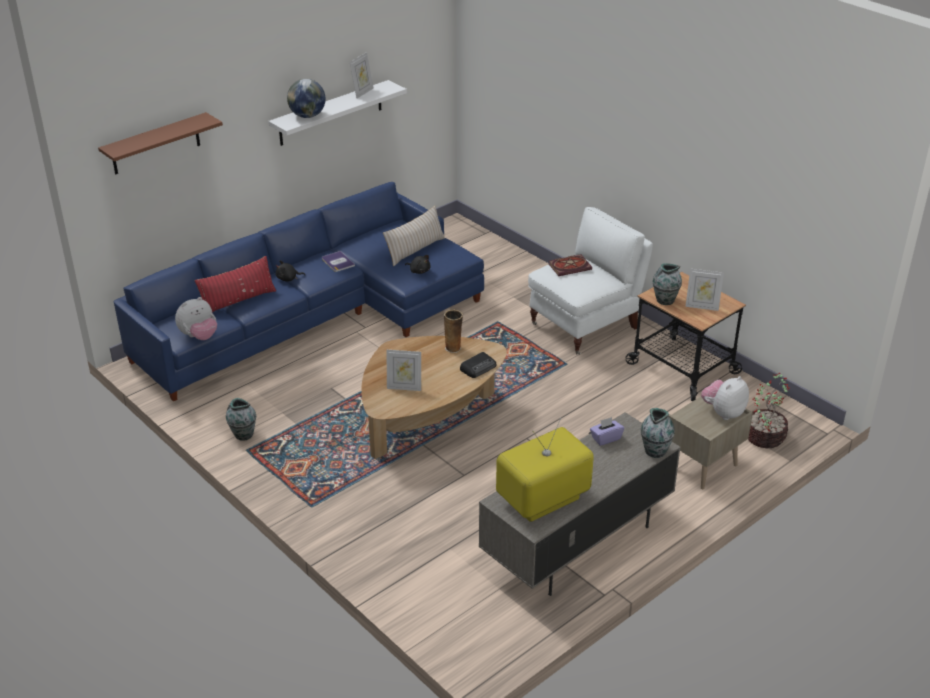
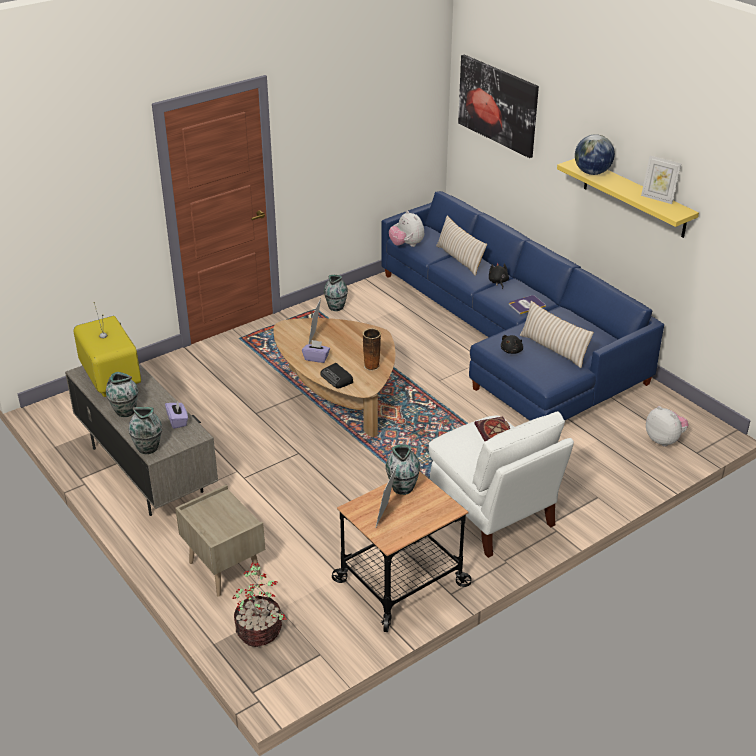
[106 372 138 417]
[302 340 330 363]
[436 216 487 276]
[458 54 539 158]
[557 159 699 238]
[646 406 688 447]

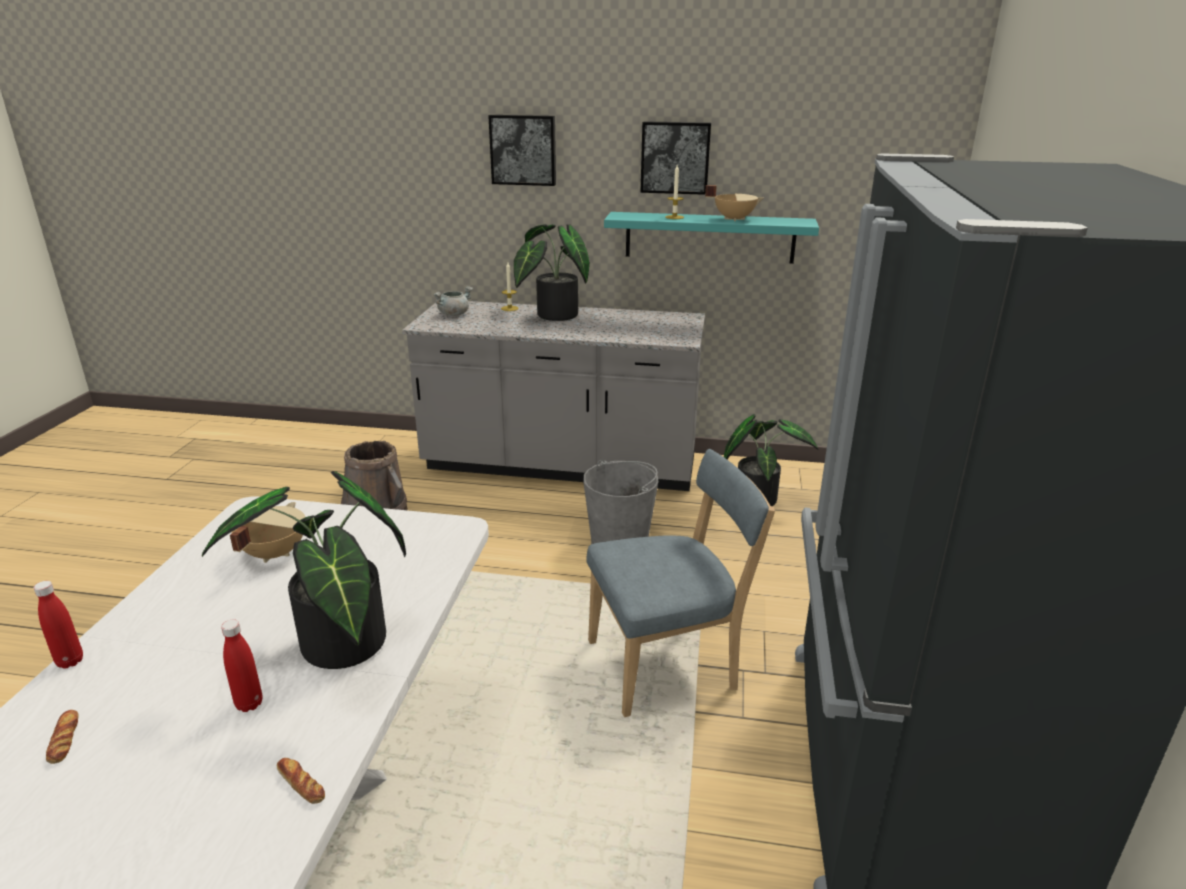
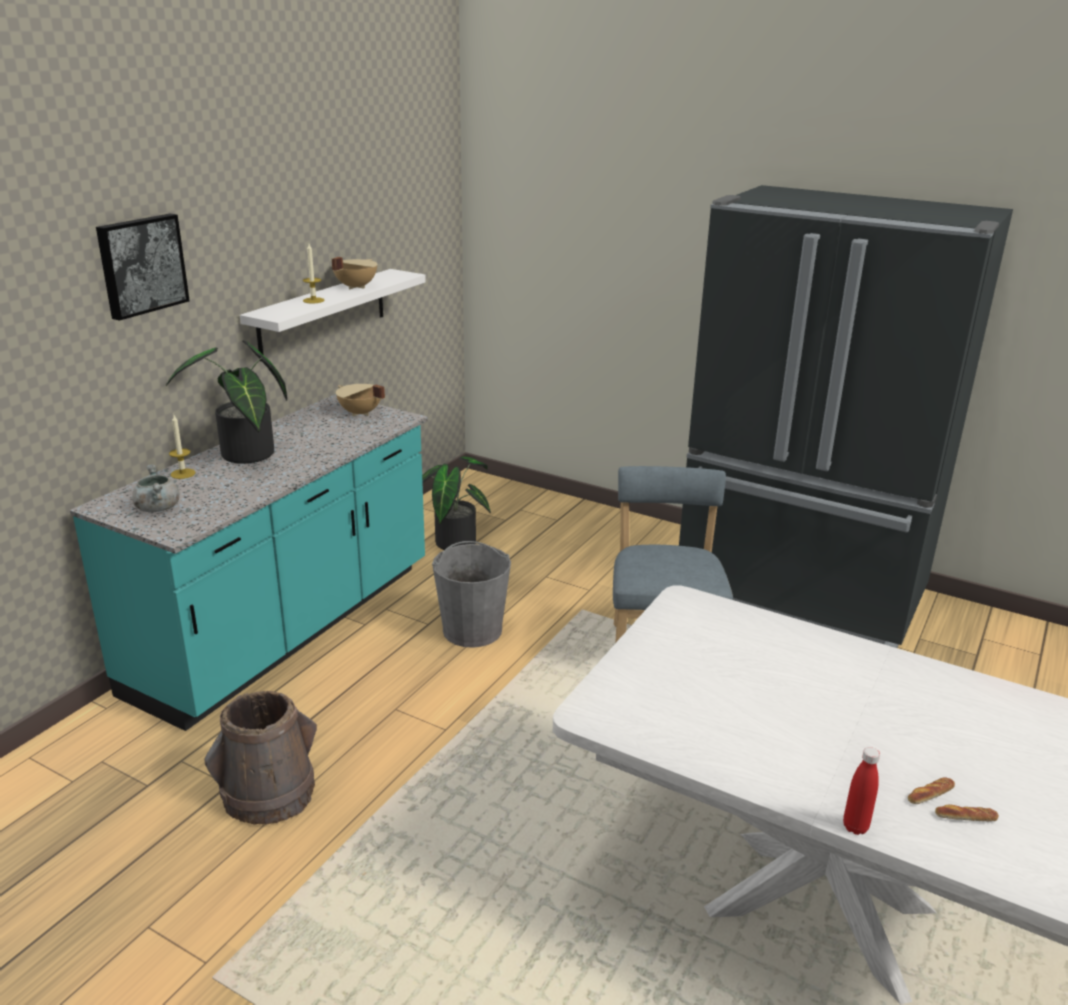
[70 394 428 731]
[240 269 426 361]
[336 384 385 416]
[908 777 955 804]
[202 471 406 669] (first image)
[221 619 263 712] (first image)
[640 121 711 195] (first image)

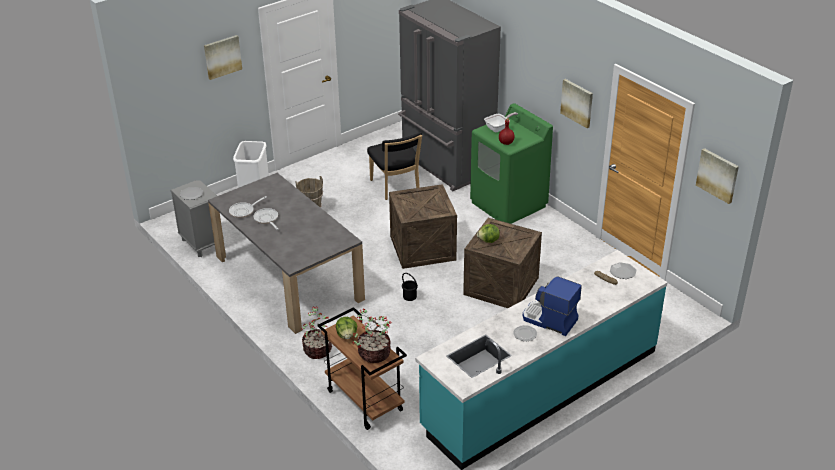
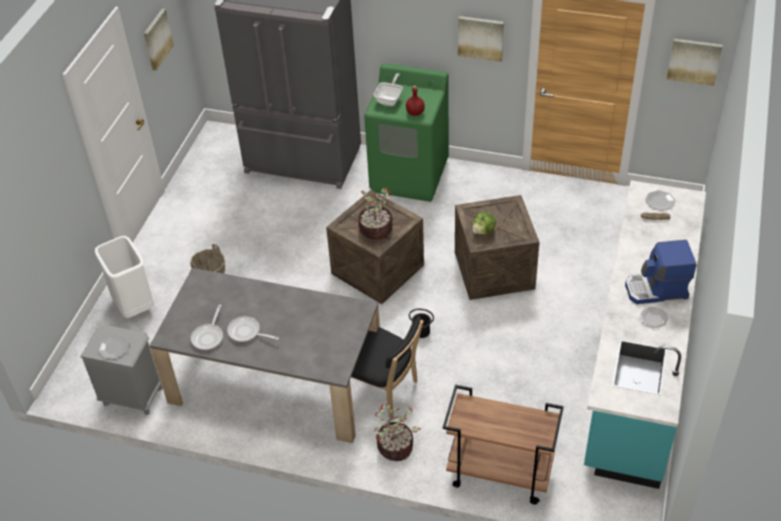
[144 8 174 71]
[351 316 424 418]
[358 187 393 240]
[336 317 357 339] (first image)

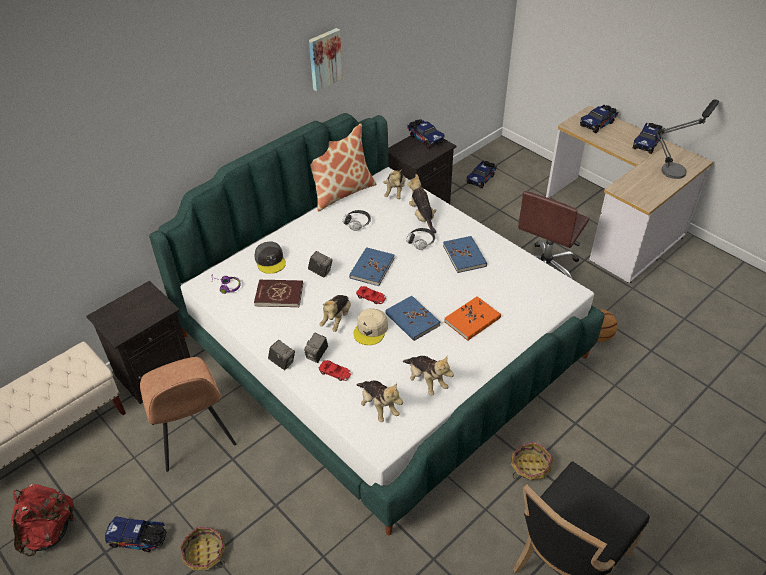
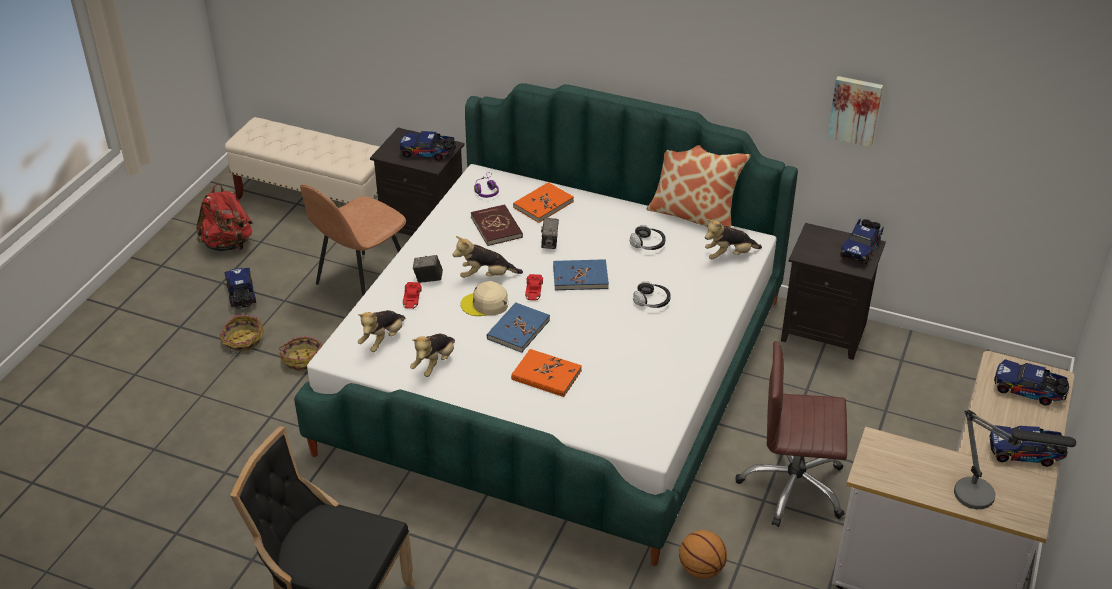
[279 336 323 371]
[400 131 456 161]
[513 182 574 223]
[827 76 883 147]
[268 340 295 370] (first image)
[407 174 436 233] (first image)
[443 236 487 273] (first image)

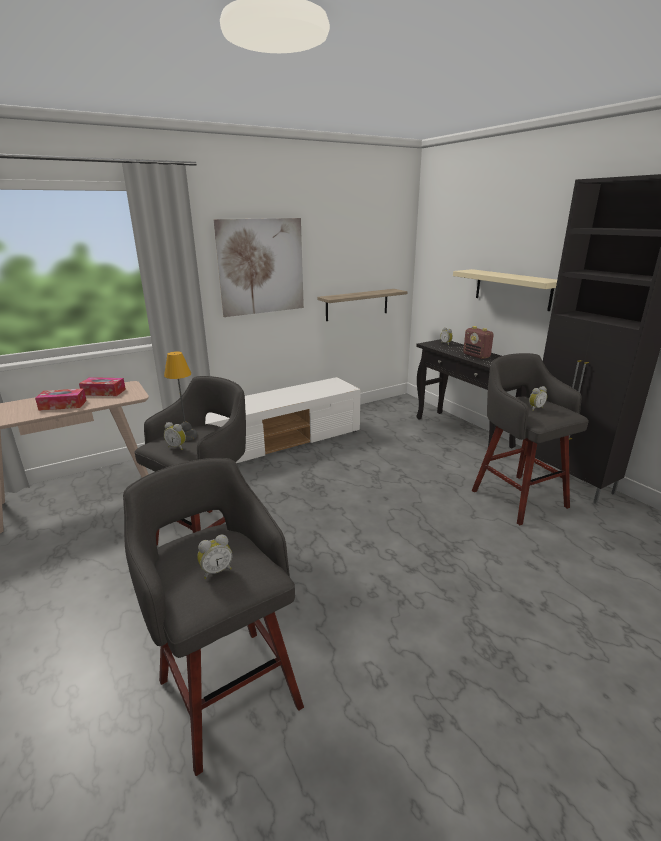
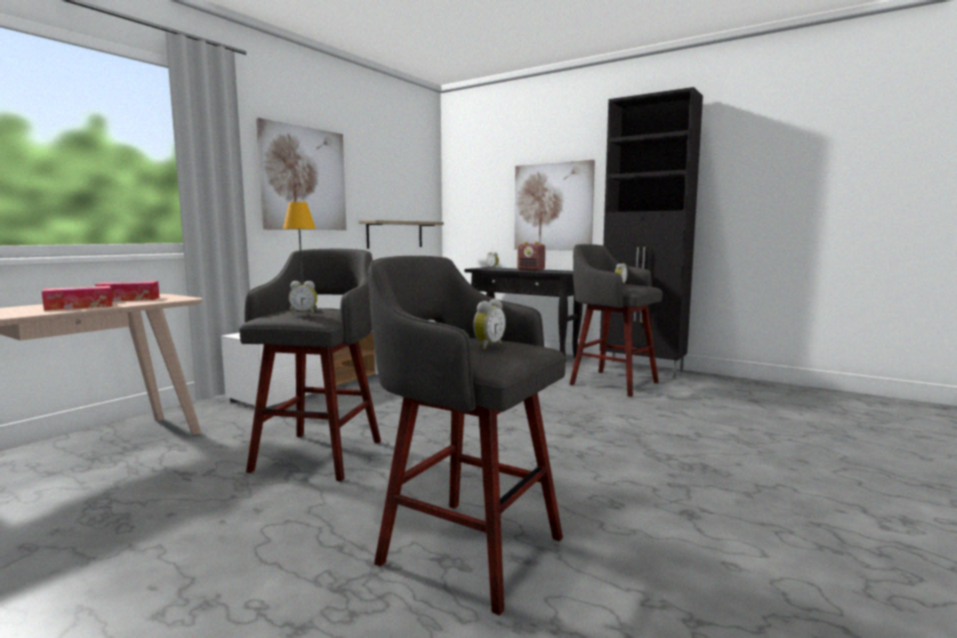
[514 160 595 251]

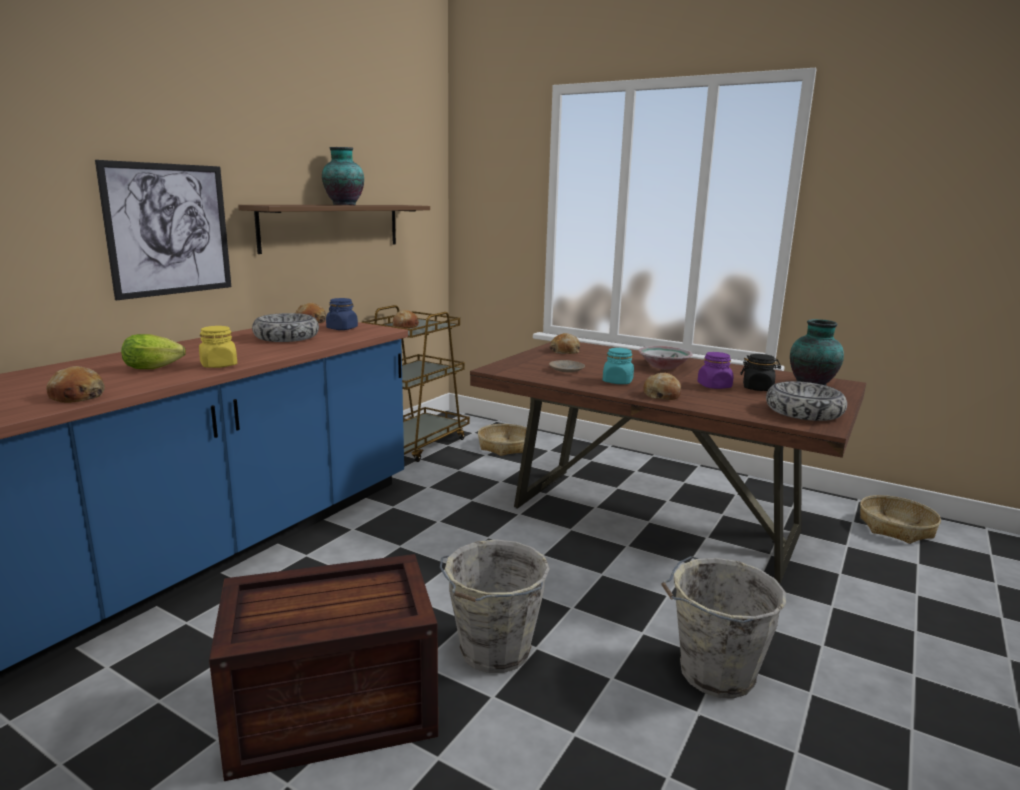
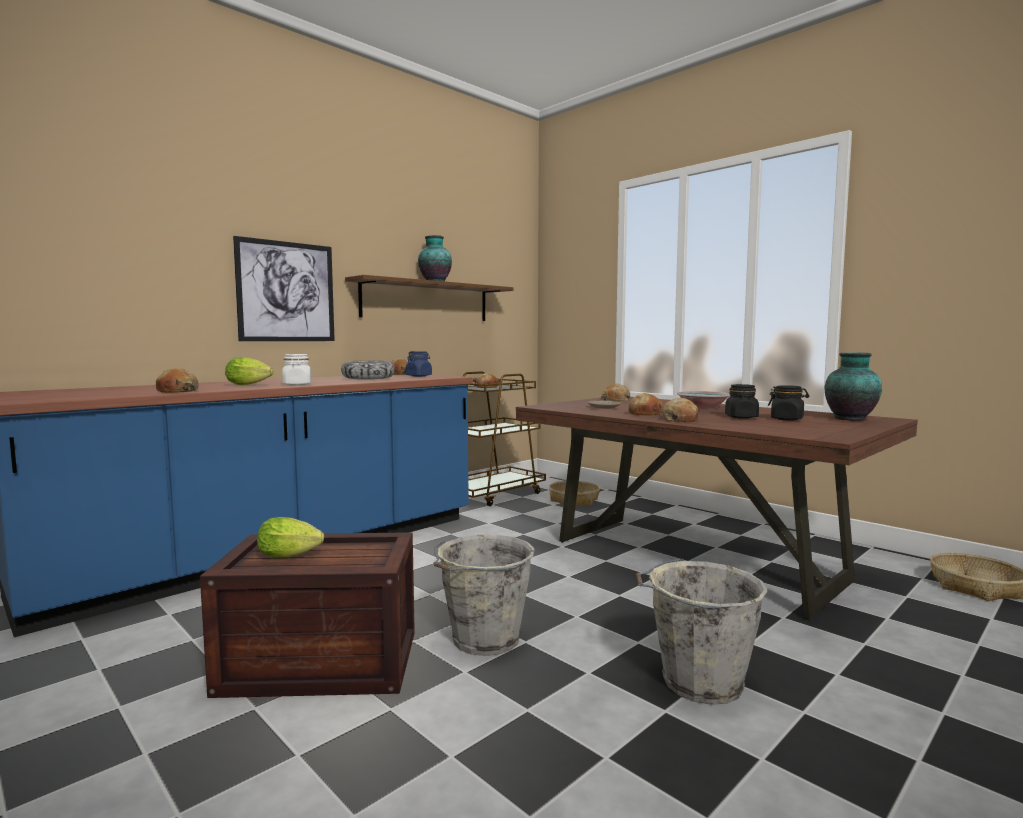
[257 517 324 558]
[282 354 311 386]
[628 393 664 415]
[725 384 759 419]
[766 381 847 421] (first image)

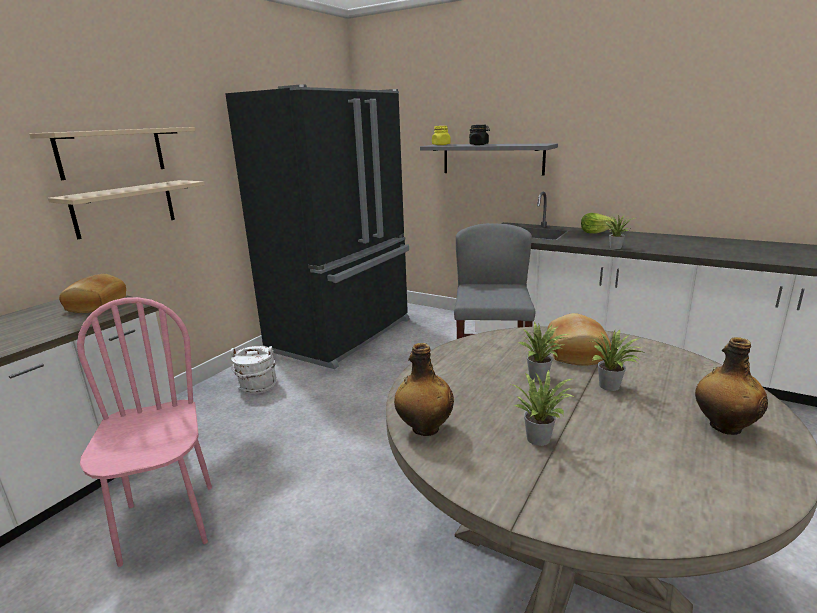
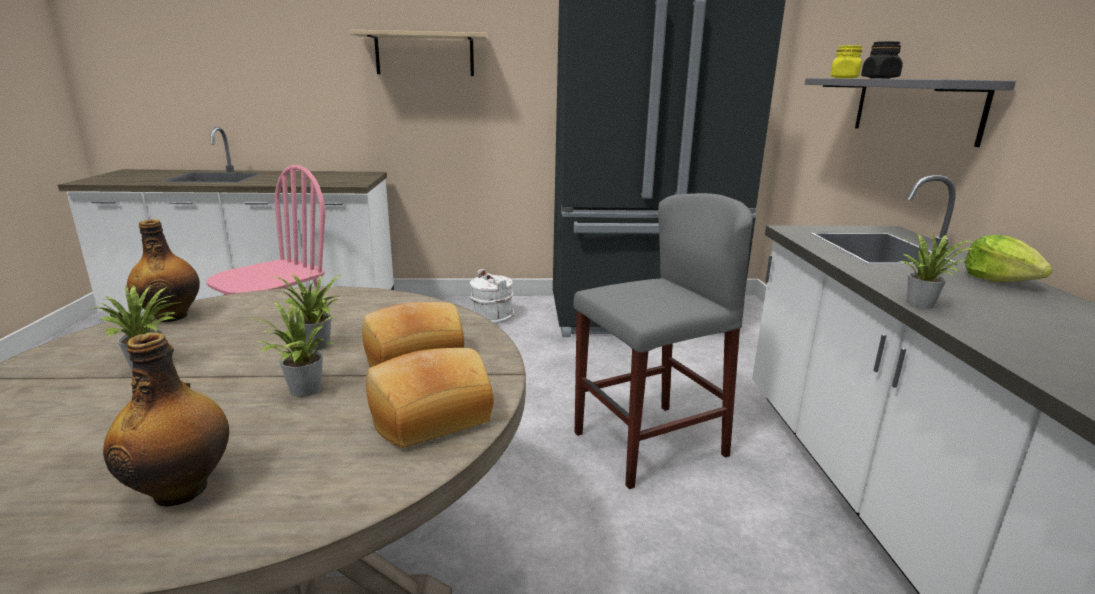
[366 348 494 448]
[48 180 205 239] (first image)

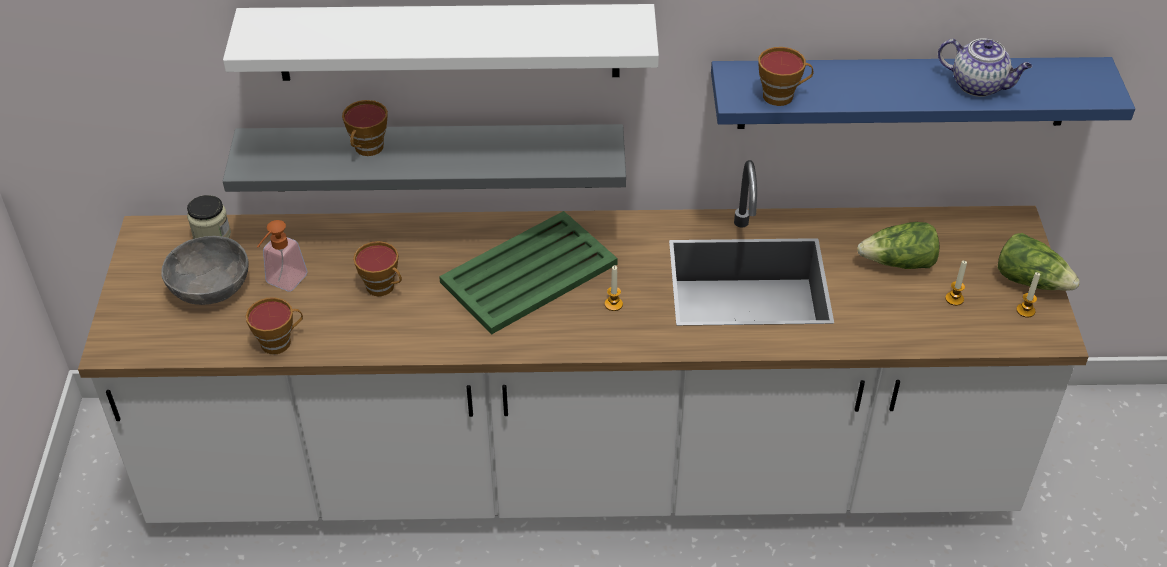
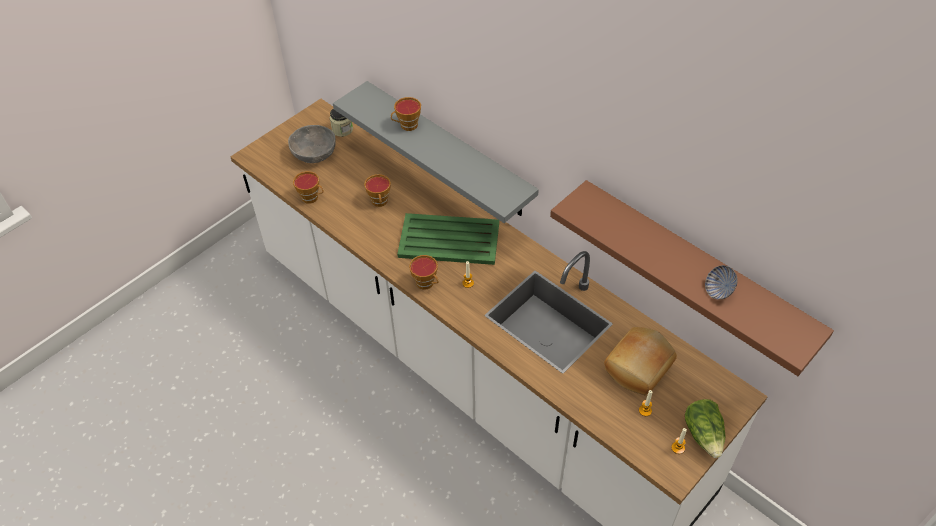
[409 255 439 290]
[550 180 834 376]
[604 327 677 396]
[705 265 737 300]
[223 4 659 81] (first image)
[257 220 308 292] (first image)

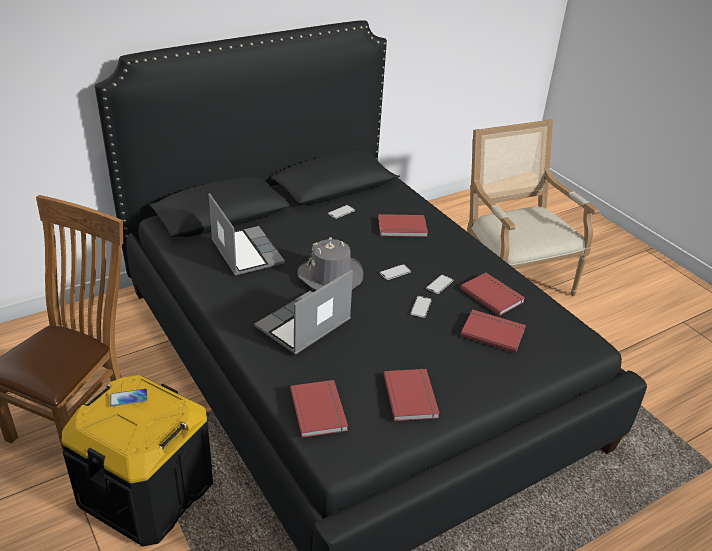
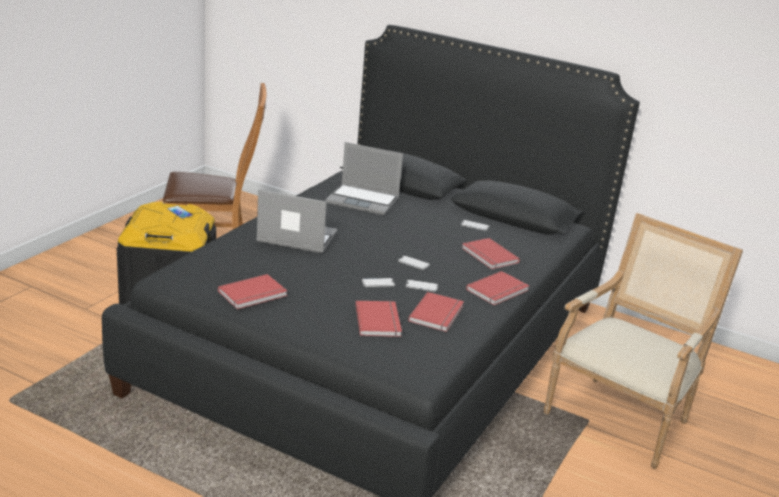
[326 142 403 215]
[466 271 529 305]
[297 237 363 290] (first image)

